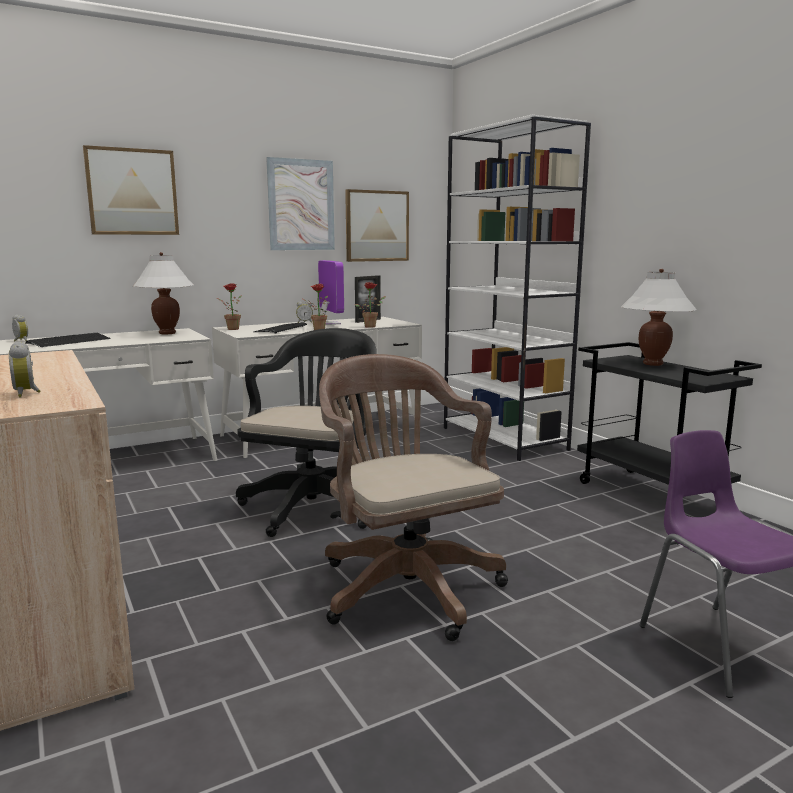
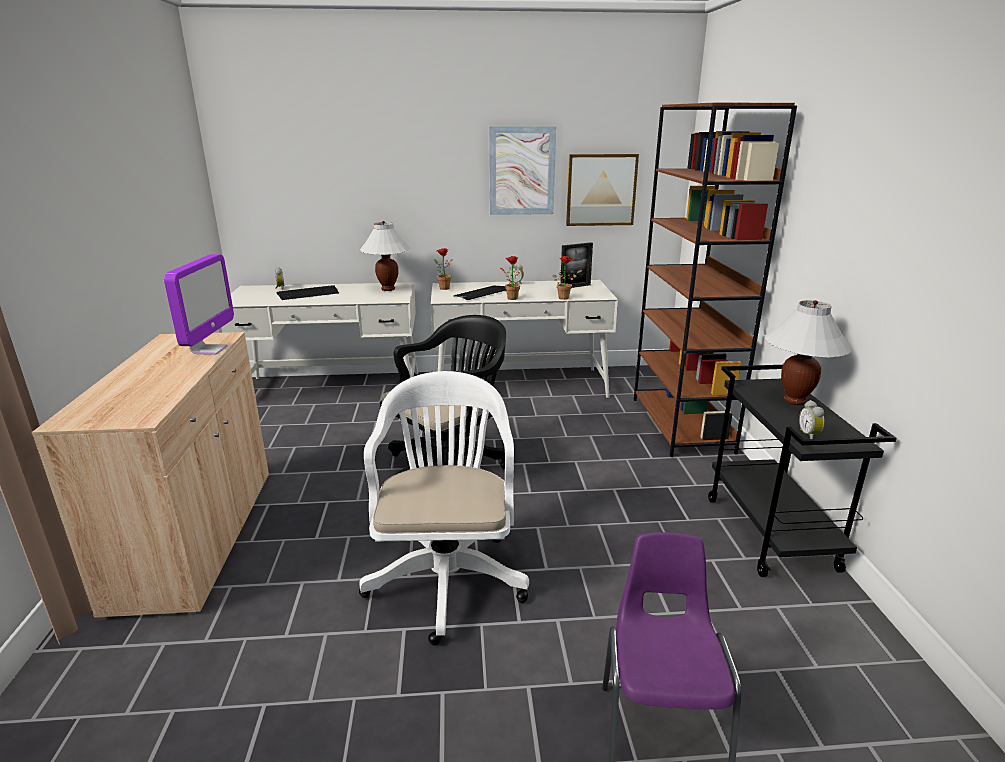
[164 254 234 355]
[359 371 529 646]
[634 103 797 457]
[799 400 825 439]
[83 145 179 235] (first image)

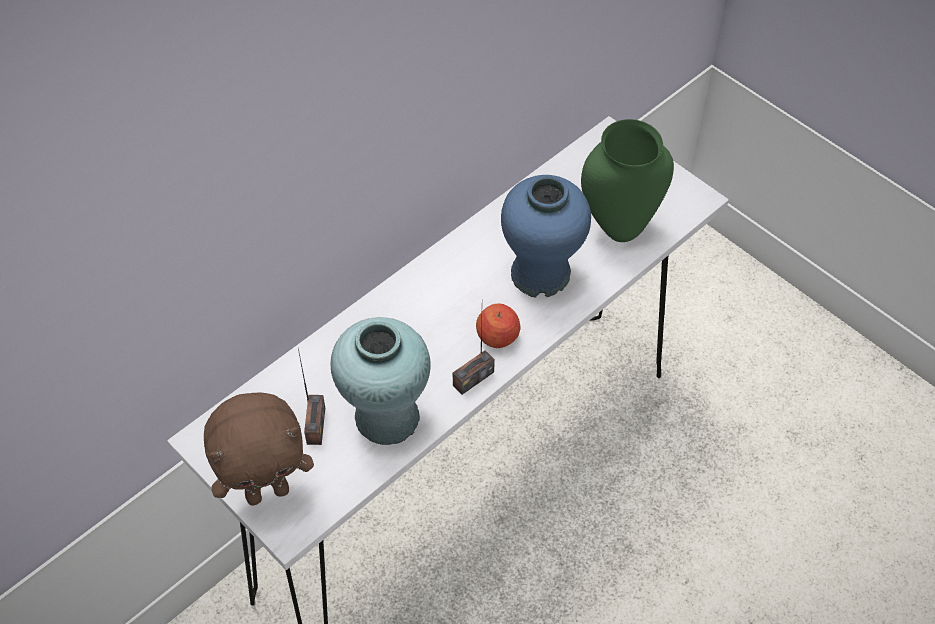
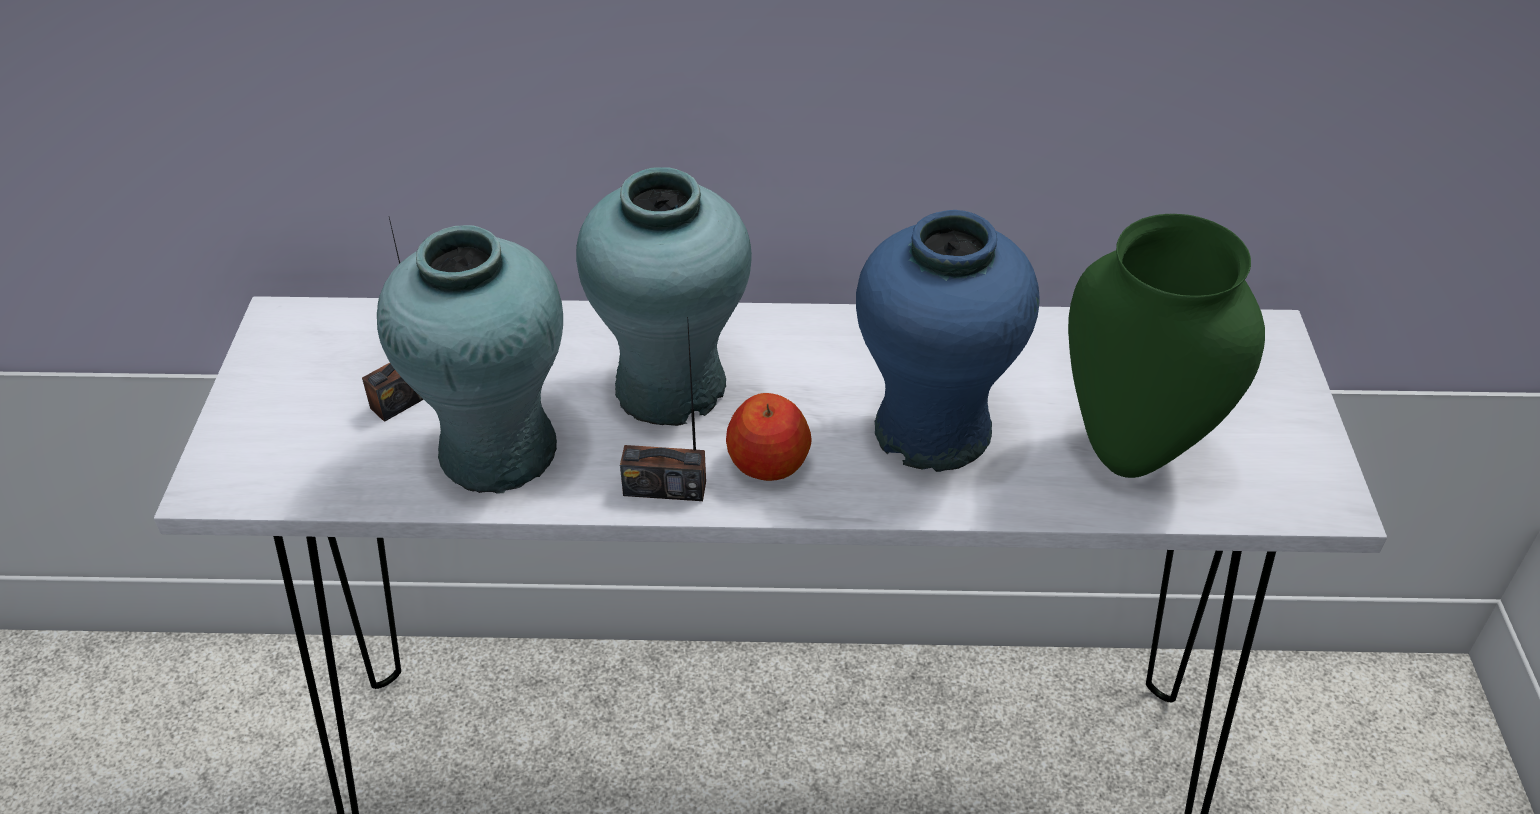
[576 167 752 426]
[204 392 314 505] (first image)

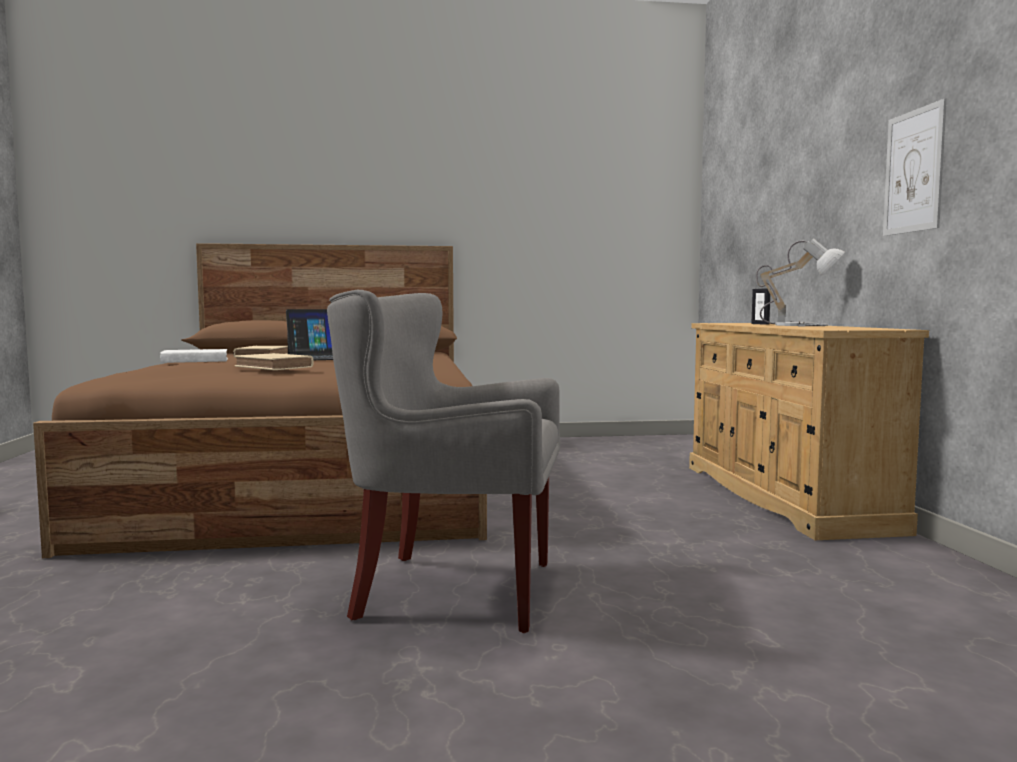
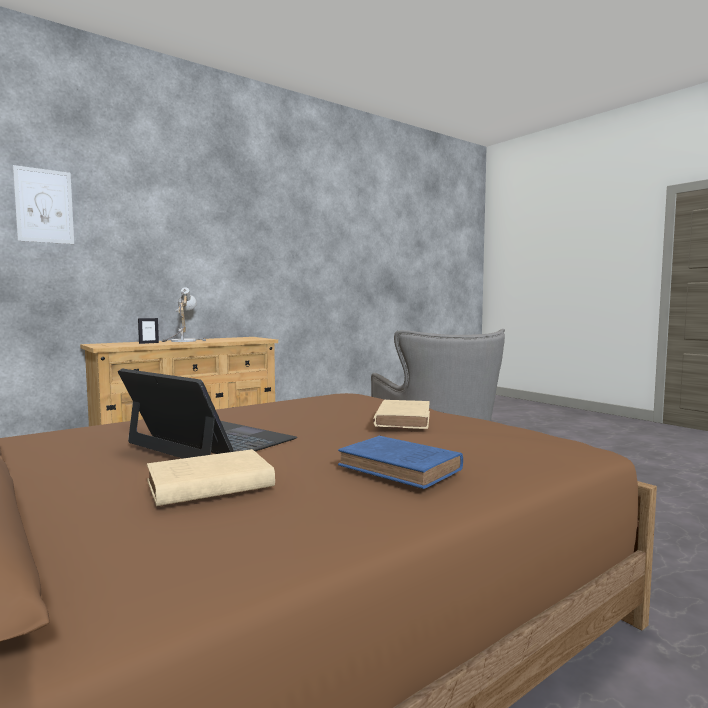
[13 165 74 244]
[338 436 463 489]

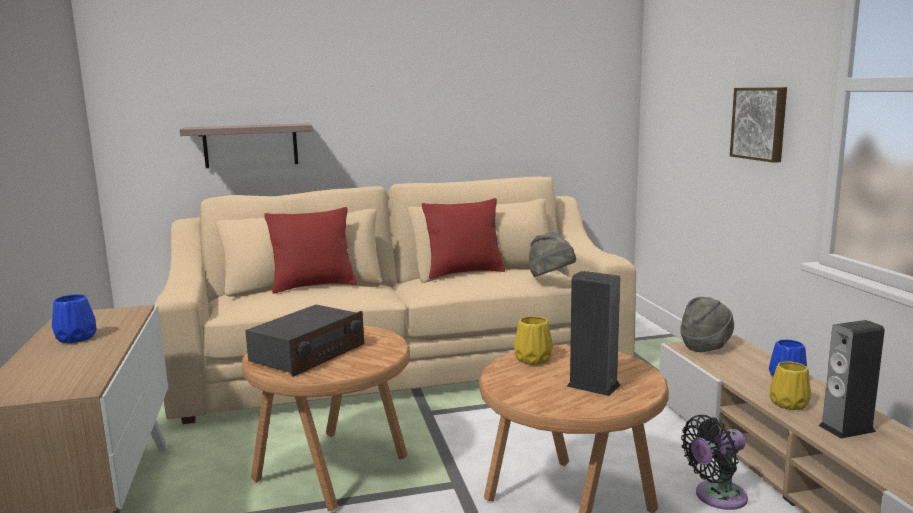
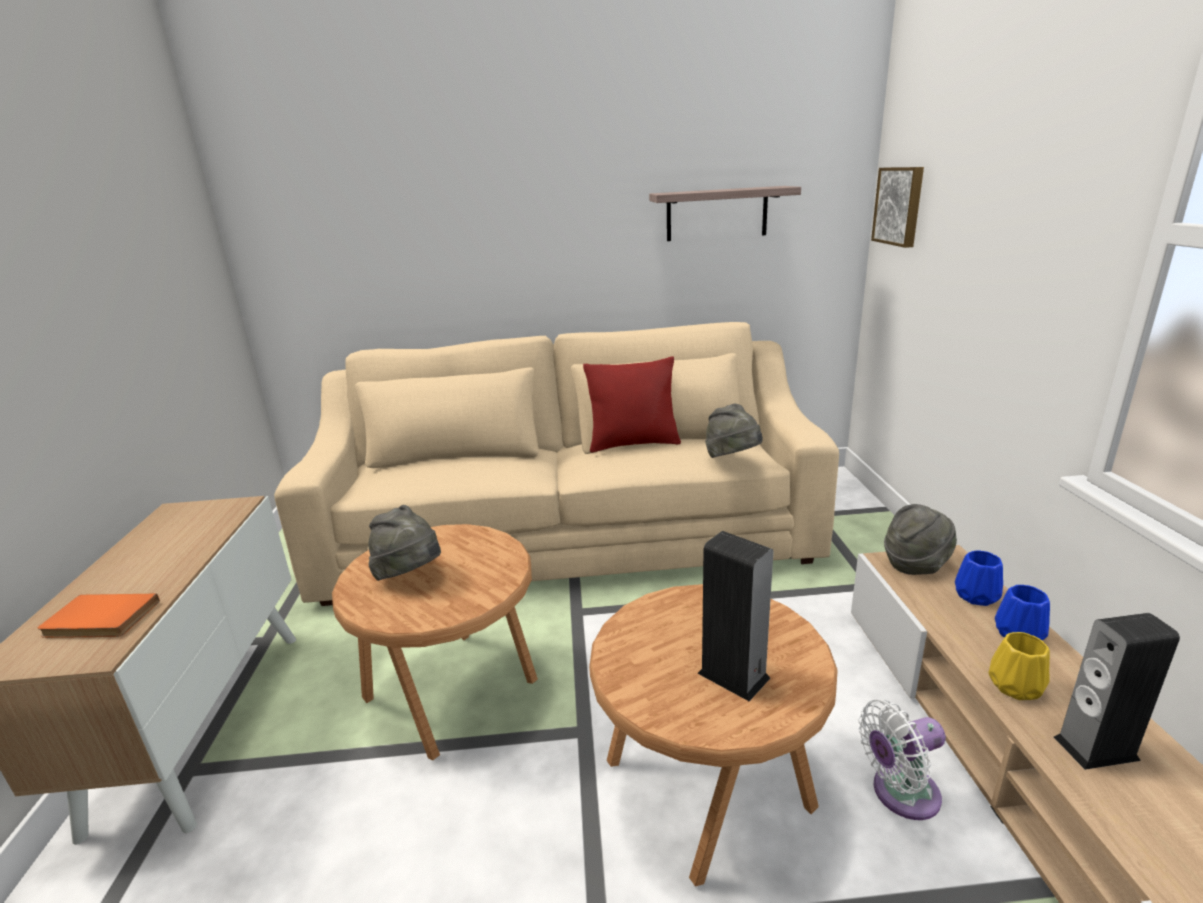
[38 594 160 638]
[368 505 441 581]
[649 186 801 241]
[859 699 946 820]
[871 167 924 248]
[955 551 1003 606]
[264 207 357 294] (first image)
[514 316 553 365] (first image)

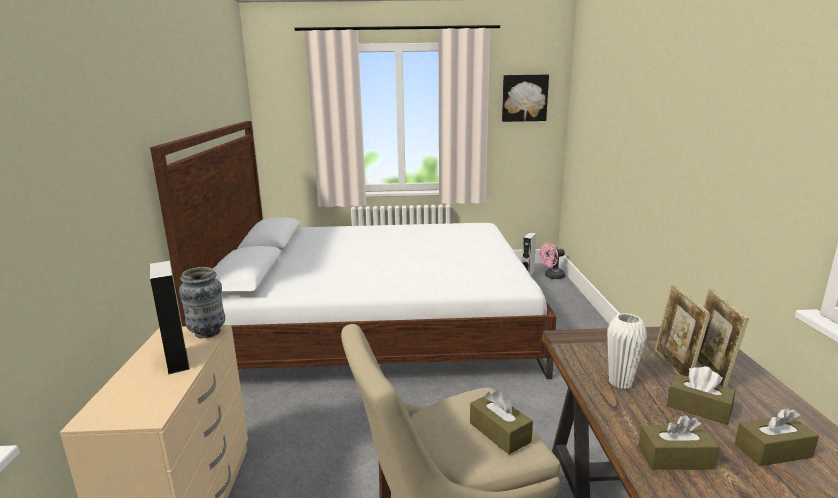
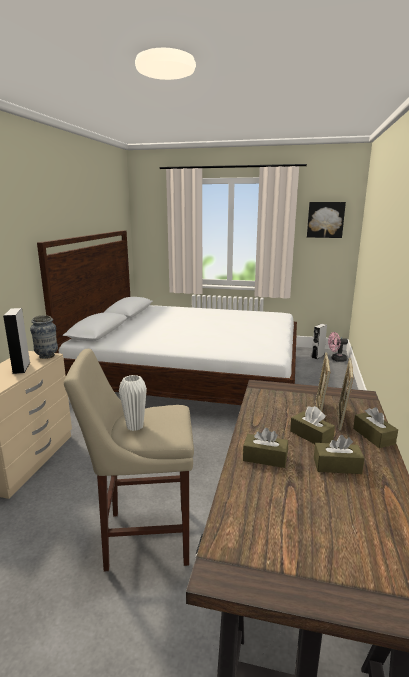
[119 375 147 431]
[353 407 398 448]

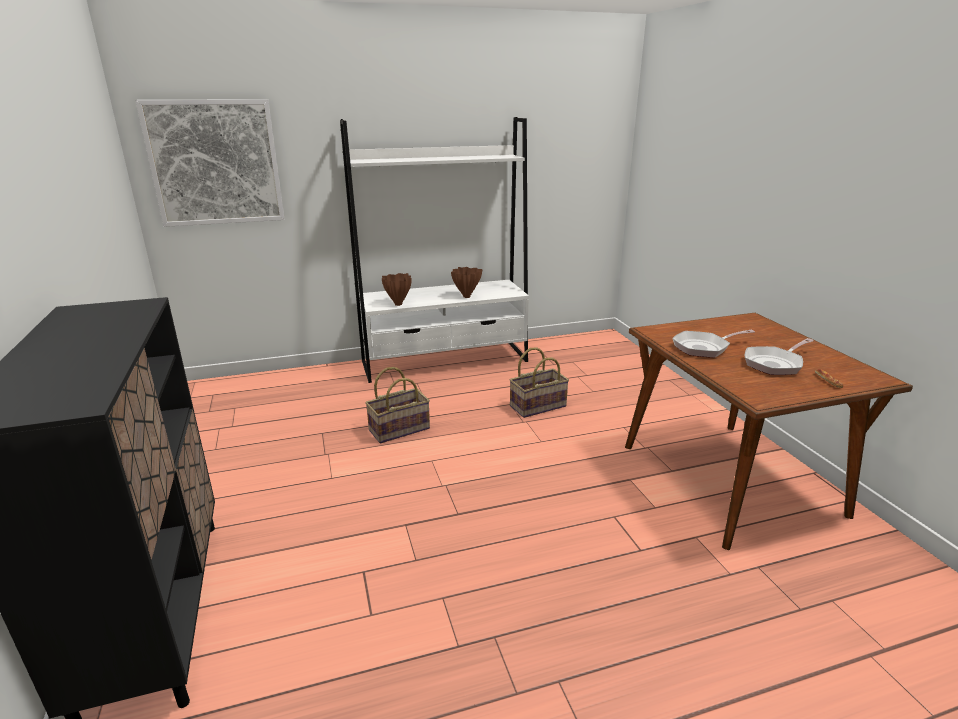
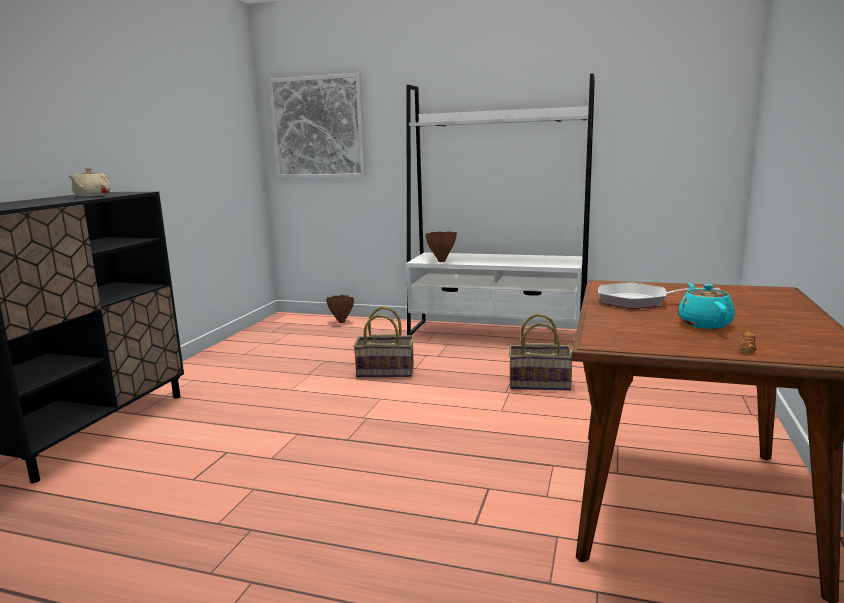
[69 168 111 197]
[326 295 354 323]
[678 283 735 329]

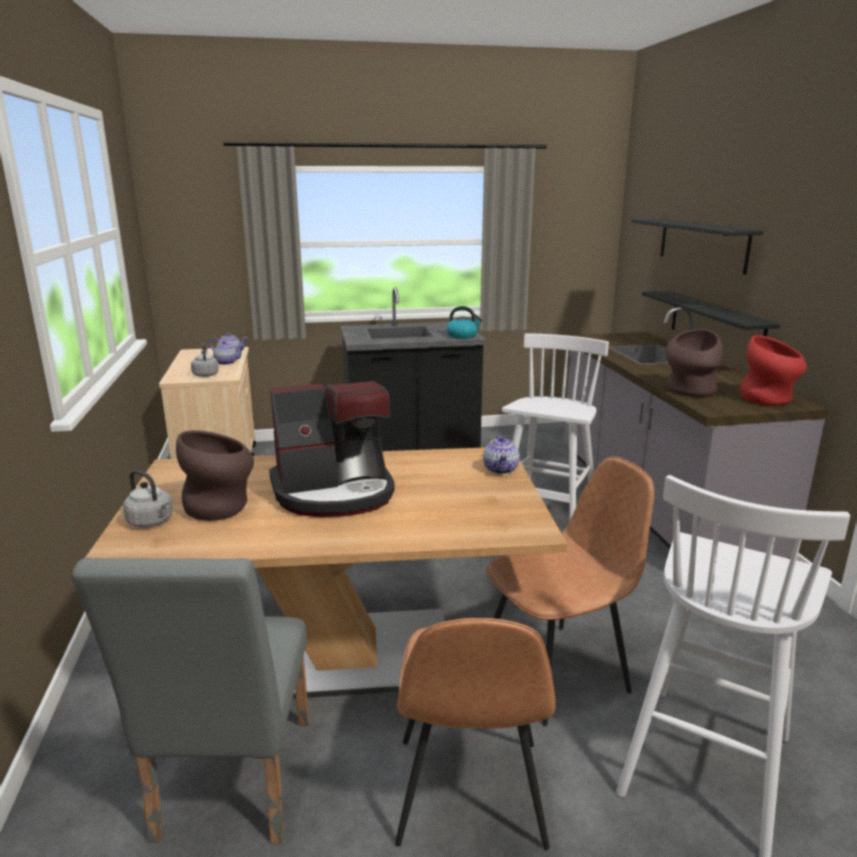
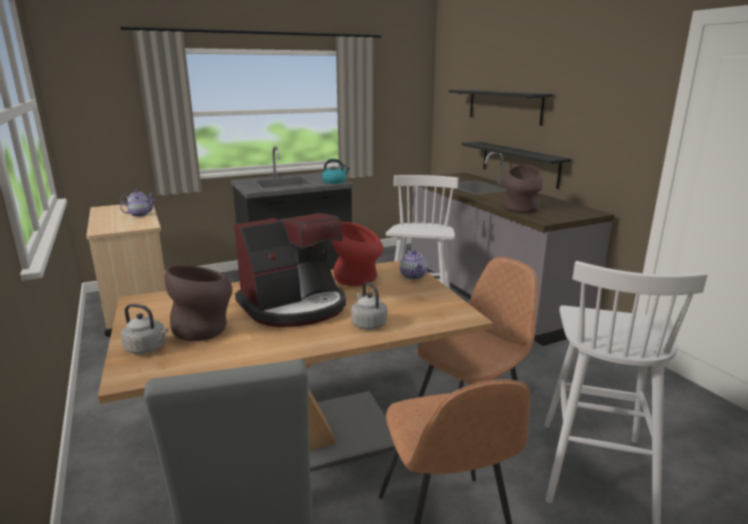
[332 222 384 286]
[351 282 387 330]

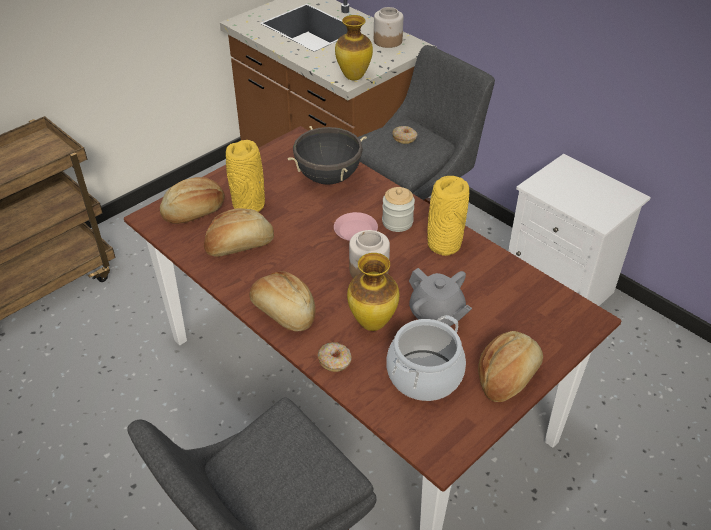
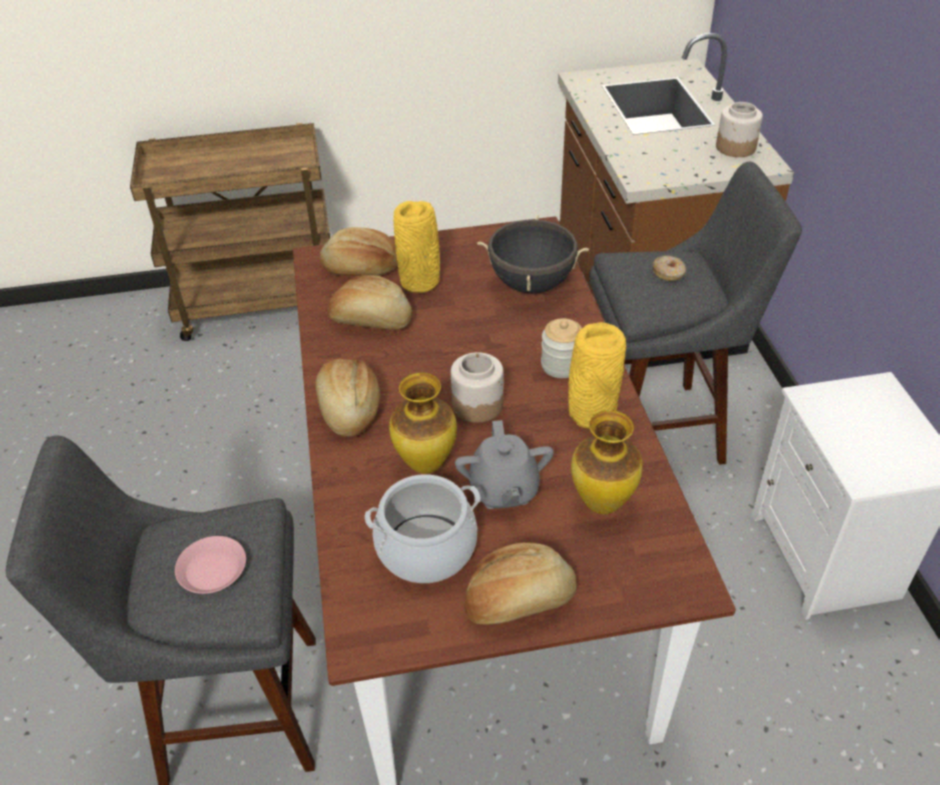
[175 536 246 594]
[571 410 643 514]
[317 342 352 372] (first image)

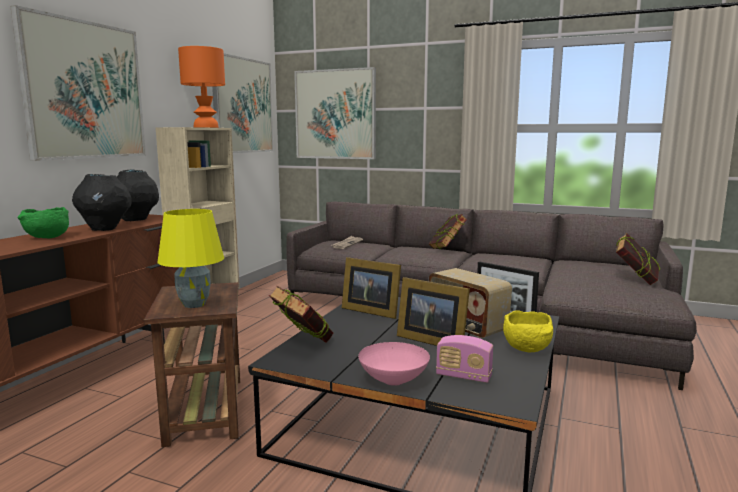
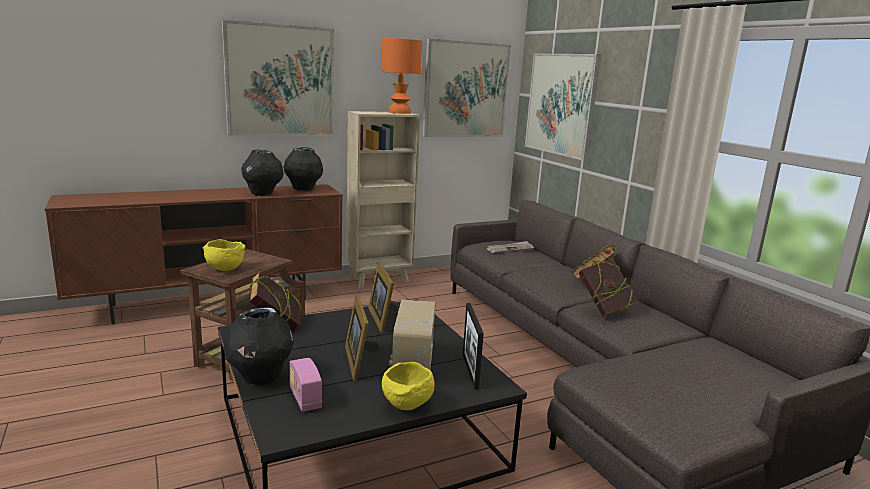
[203 239 245 271]
[223 307 294 385]
[579 258 638 317]
[18 207 69 238] (first image)

